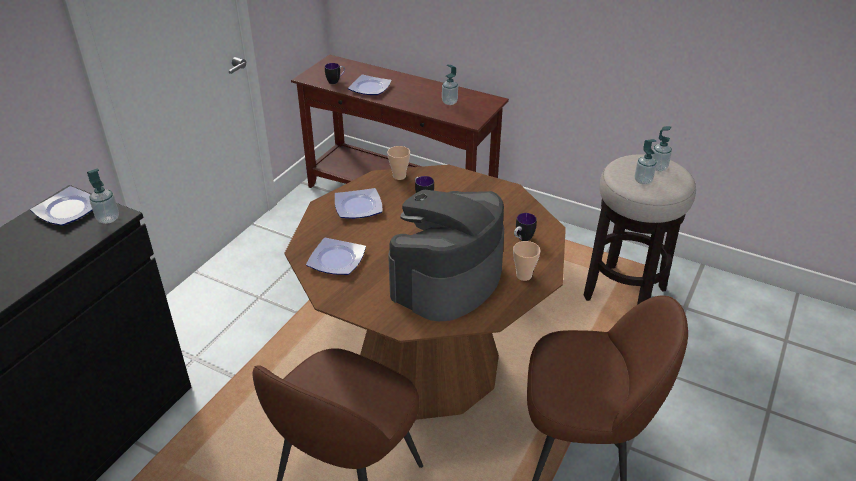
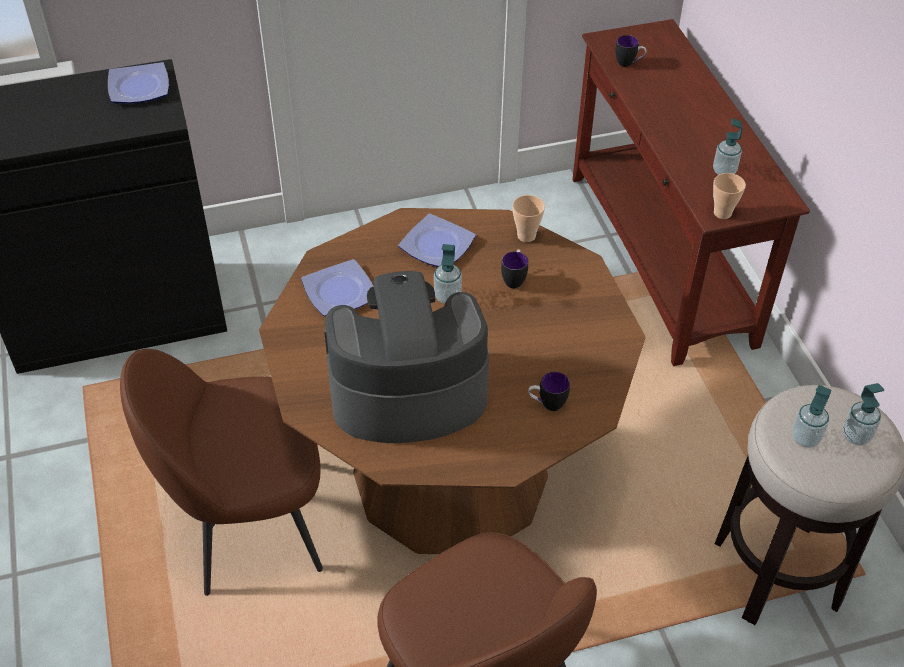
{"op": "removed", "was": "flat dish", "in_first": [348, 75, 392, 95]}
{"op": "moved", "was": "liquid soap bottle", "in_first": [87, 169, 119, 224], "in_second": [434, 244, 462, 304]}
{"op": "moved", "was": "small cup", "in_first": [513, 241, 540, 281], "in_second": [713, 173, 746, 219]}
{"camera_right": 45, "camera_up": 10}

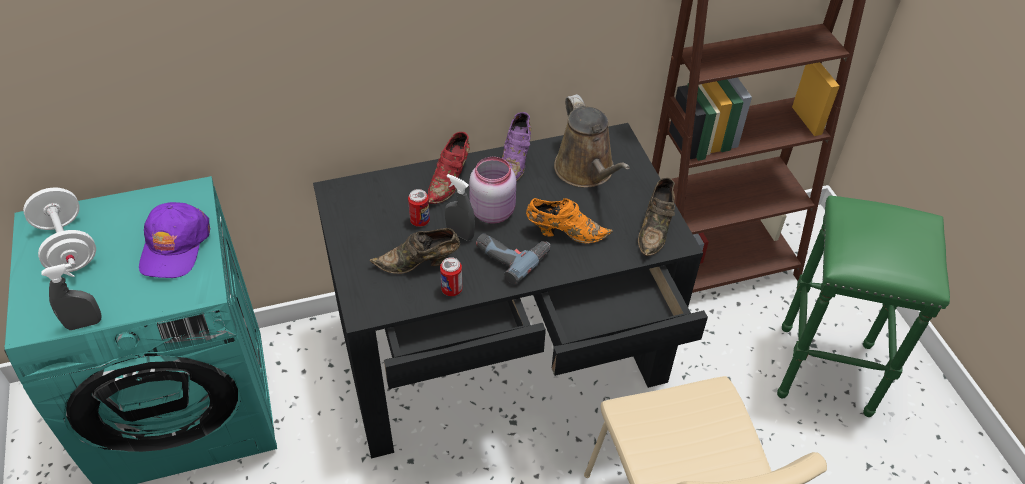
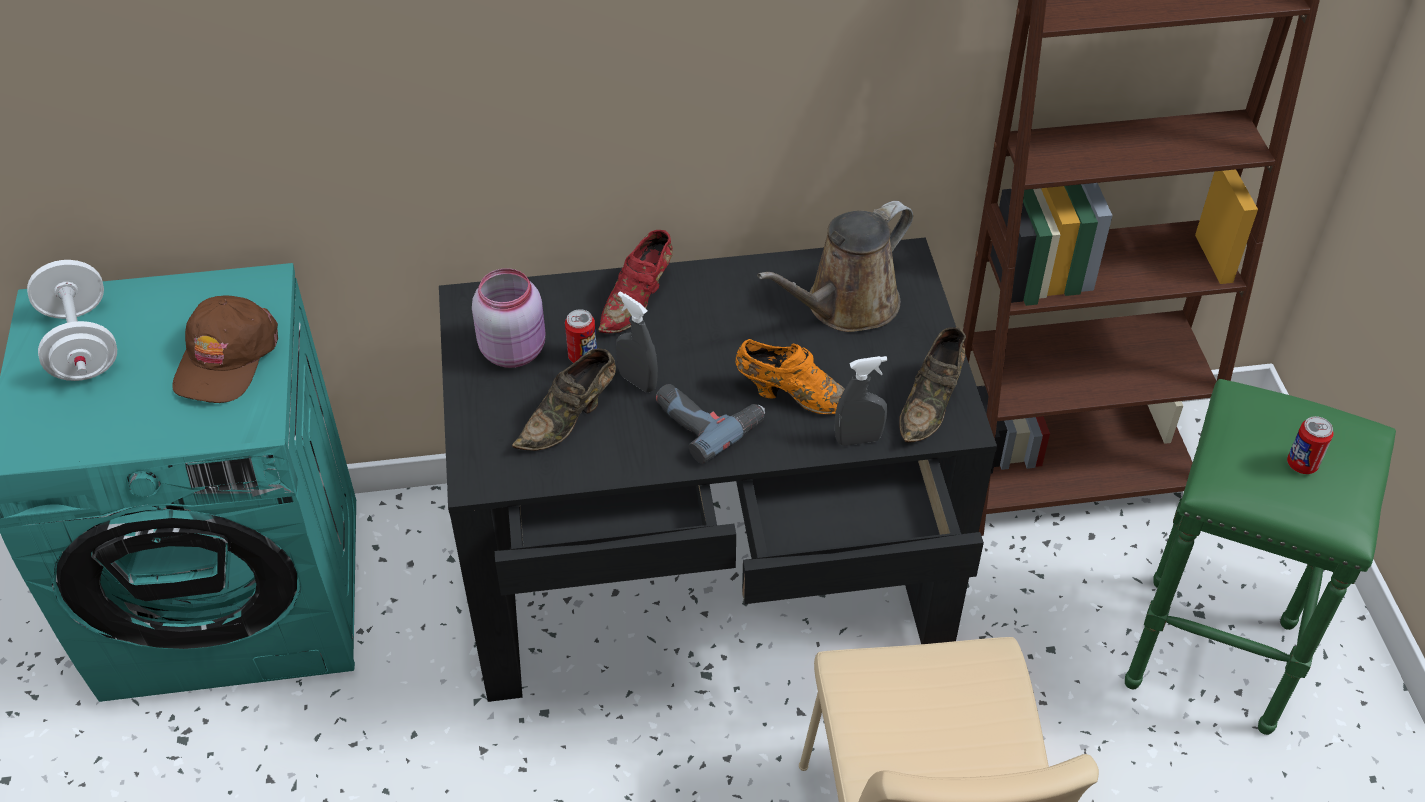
{"op": "removed", "was": "purple-coloured item of footwear", "in_first": [502, 112, 531, 182]}
{"op": "moved", "was": "grey spray bottle", "in_first": [41, 263, 102, 330], "in_second": [835, 356, 887, 446]}
{"op": "moved", "was": "metal can", "in_first": [440, 257, 462, 296], "in_second": [1287, 416, 1334, 474]}
{"op": "moved", "was": "pinkish preserve jar", "in_first": [469, 157, 516, 224], "in_second": [472, 268, 545, 368]}
{"op": "recoloured", "was": "purple-coloured cap", "now": "brown cap", "in_first": [139, 202, 210, 278], "in_second": [173, 296, 279, 403]}
{"op": "turned", "was": "brown item of footwear", "in_first": [370, 228, 460, 274], "in_second": [512, 348, 616, 451], "clockwise": -45}
{"op": "turned", "was": "brown watering pot", "in_first": [554, 94, 630, 188], "in_second": [757, 201, 913, 332], "clockwise": 60}
{"camera_right": 10, "camera_up": 0}

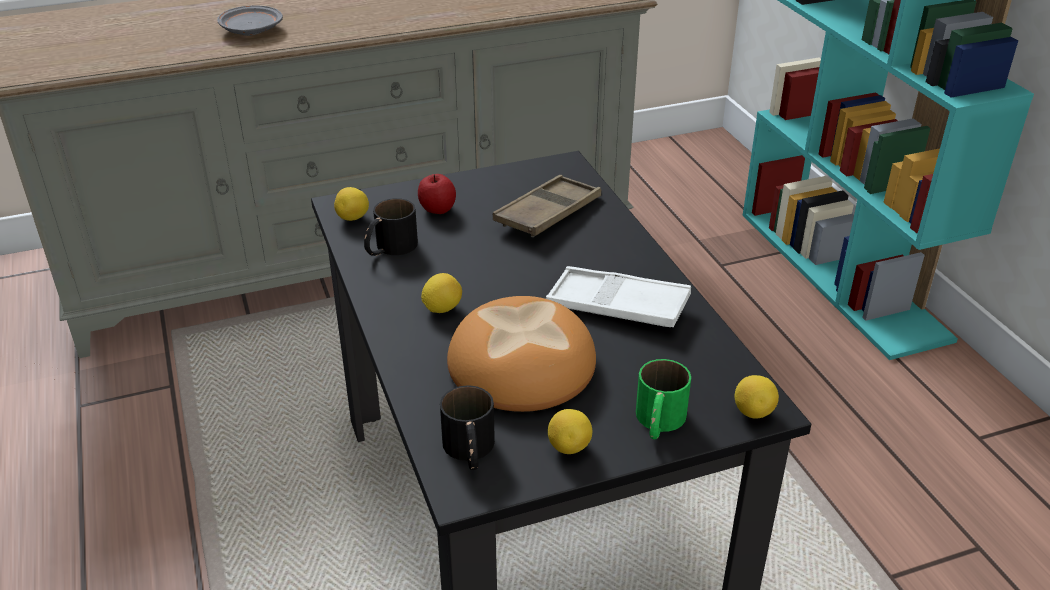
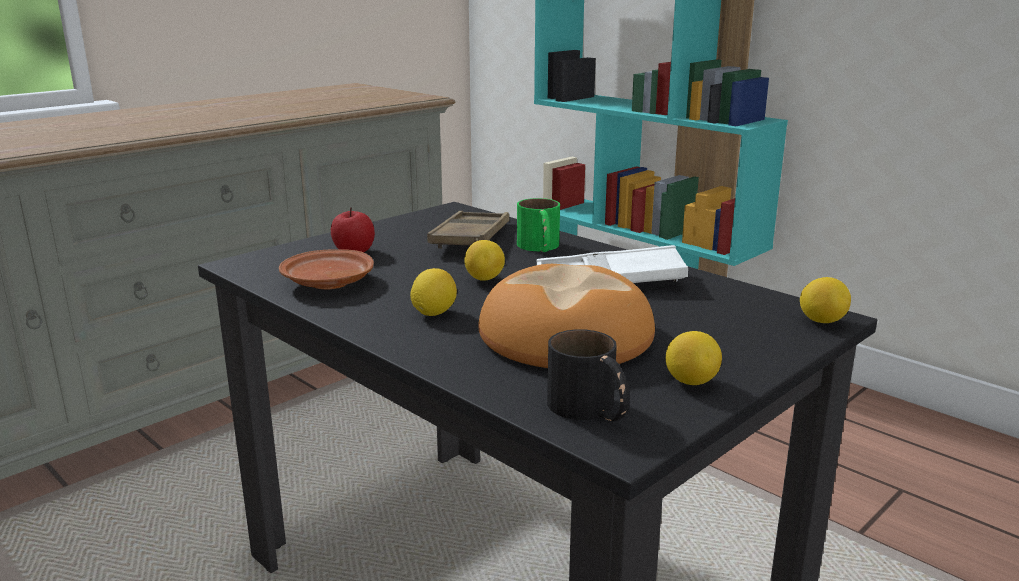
{"op": "removed", "was": "grey flat dish", "in_first": [217, 6, 283, 36]}
{"op": "moved", "was": "lemon", "in_first": [334, 187, 369, 221], "in_second": [464, 240, 505, 281]}
{"op": "moved", "was": "green-coloured mug", "in_first": [636, 359, 691, 439], "in_second": [517, 198, 560, 252]}
{"op": "replaced", "was": "black mug", "now": "brown flat dish", "in_first": [364, 198, 418, 256], "in_second": [279, 249, 374, 290]}
{"camera_right": -25, "camera_up": -15}

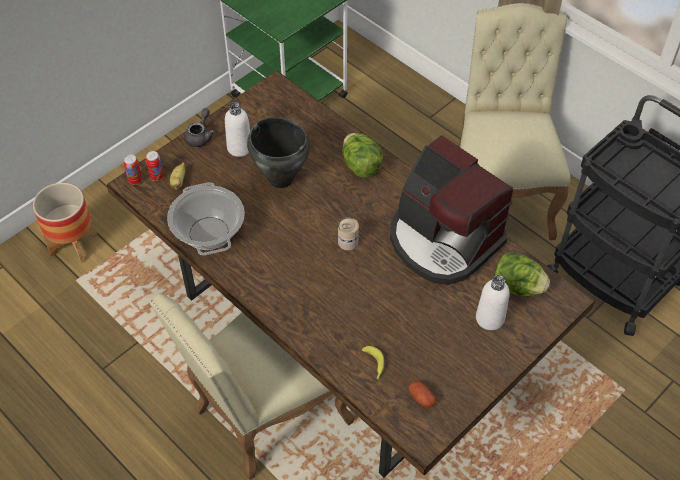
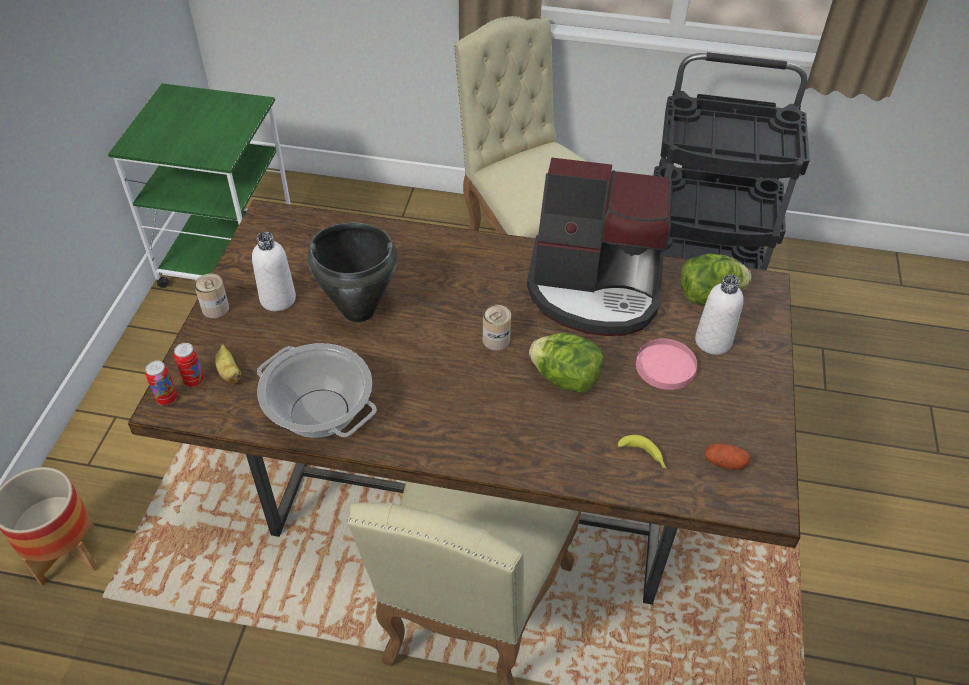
{"op": "added", "now": "pinkish flat dish", "in_second": [636, 338, 697, 390]}
{"op": "moved", "was": "lettuce head", "in_first": [342, 133, 383, 177], "in_second": [529, 333, 603, 393]}
{"op": "replaced", "was": "grey teapot", "now": "metal can", "in_first": [184, 108, 215, 147], "in_second": [194, 274, 229, 318]}
{"camera_right": -35, "camera_up": -5}

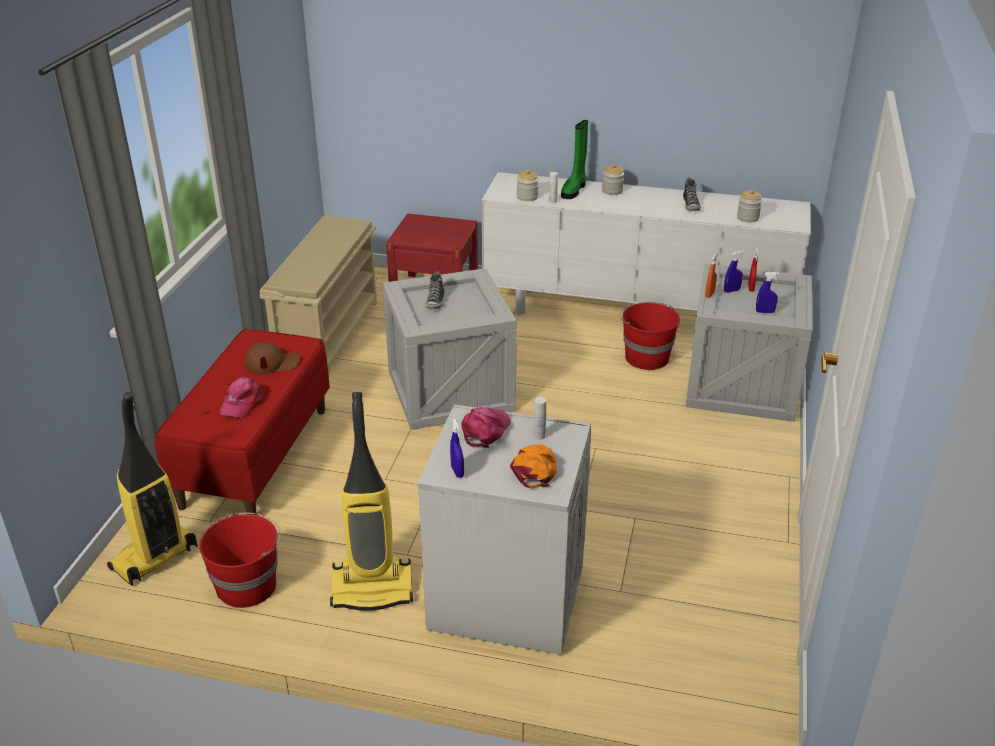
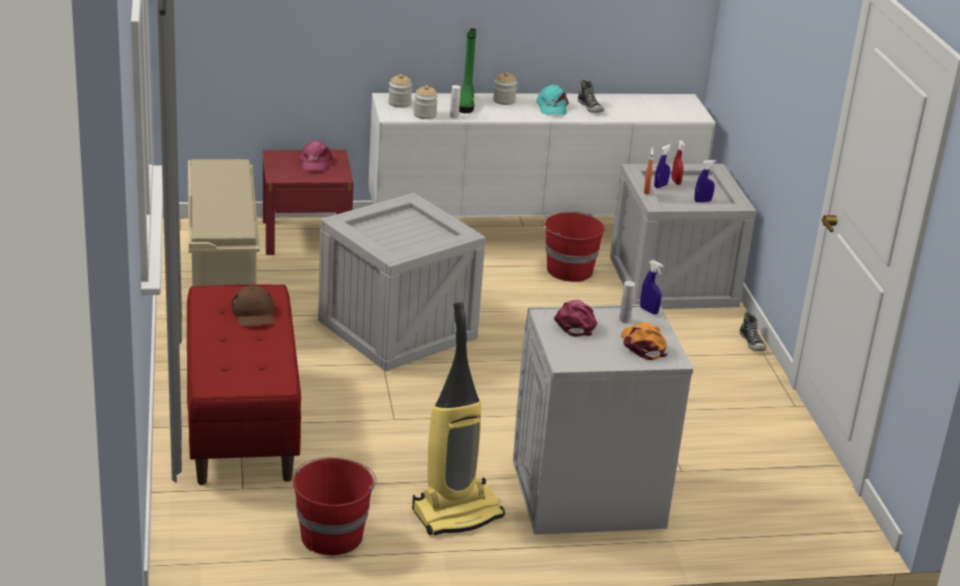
{"op": "removed", "was": "vacuum cleaner", "in_first": [107, 392, 198, 586]}
{"op": "added", "now": "turquoise-coloured cap", "in_second": [536, 85, 569, 115]}
{"op": "moved", "was": "pinkish cap", "in_first": [219, 377, 262, 417], "in_second": [300, 140, 333, 171]}
{"op": "moved", "was": "item of footwear", "in_first": [426, 271, 445, 309], "in_second": [740, 312, 766, 351]}
{"op": "moved", "was": "blue-coloured spray bottle", "in_first": [450, 419, 464, 478], "in_second": [640, 260, 663, 315]}
{"op": "moved", "was": "preserve jar", "in_first": [737, 190, 762, 222], "in_second": [388, 74, 412, 108]}
{"op": "turned", "was": "brown cap", "in_first": [245, 342, 300, 374], "in_second": [231, 285, 275, 326], "clockwise": 105}
{"camera_right": -25, "camera_up": -5}

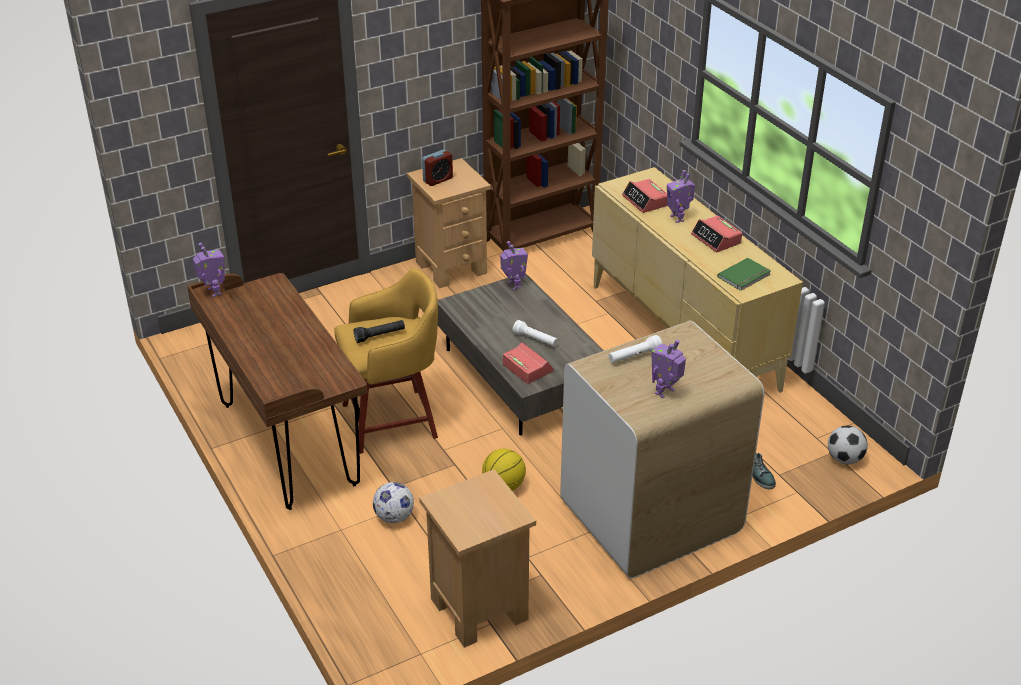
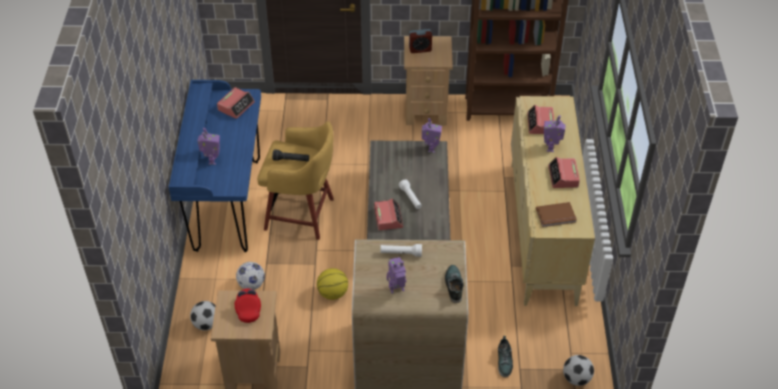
{"op": "added", "now": "football ball", "in_second": [190, 301, 216, 330]}
{"op": "added", "now": "bedside clock", "in_second": [217, 87, 255, 119]}
{"op": "added", "now": "reddish cap", "in_second": [235, 288, 261, 323]}
{"op": "added", "now": "item of footwear", "in_second": [445, 265, 463, 303]}
{"op": "moved", "was": "toy robot", "in_first": [193, 243, 225, 297], "in_second": [197, 128, 220, 165]}
{"op": "recoloured", "was": "brown desk table", "now": "blue-coloured desk table", "in_first": [187, 273, 367, 510], "in_second": [169, 80, 261, 252]}
{"op": "recoloured", "was": "green-coloured bound book", "now": "brown bound book", "in_first": [717, 258, 771, 291], "in_second": [536, 202, 577, 227]}
{"camera_right": 30, "camera_up": 10}

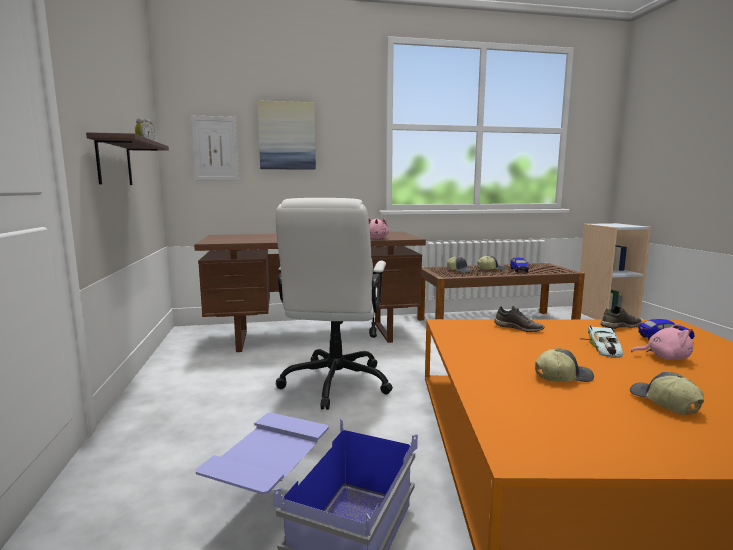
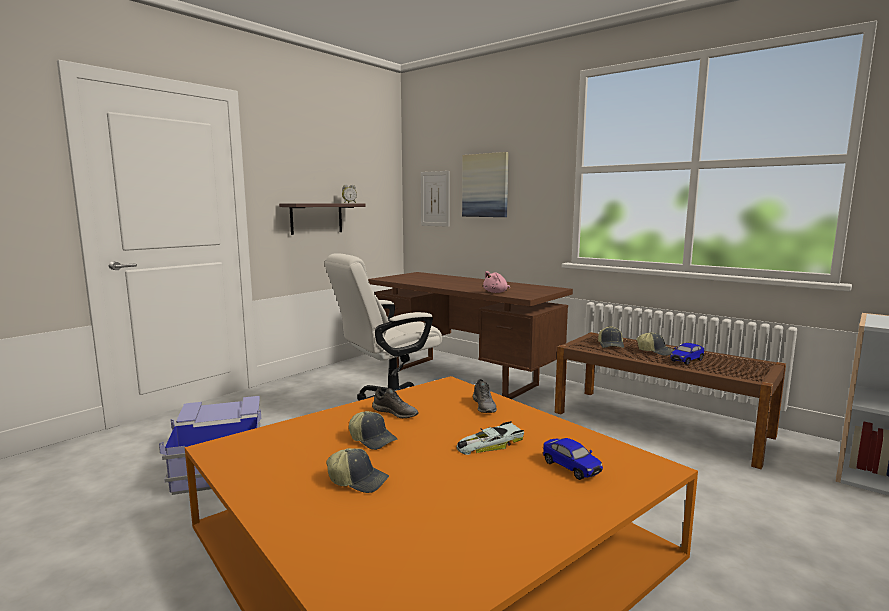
{"op": "removed", "was": "pinkish plush toy", "in_first": [631, 324, 693, 360]}
{"op": "moved", "was": "grey item of footwear", "in_first": [600, 306, 642, 329], "in_second": [372, 388, 419, 419]}
{"op": "turned", "was": "cap", "in_first": [630, 372, 704, 415], "in_second": [326, 448, 389, 493], "clockwise": 75}
{"camera_right": 50, "camera_up": 0}

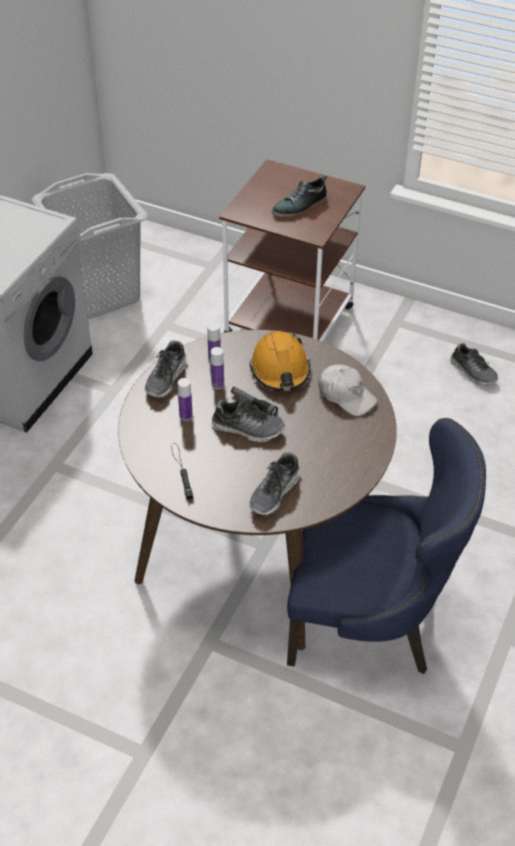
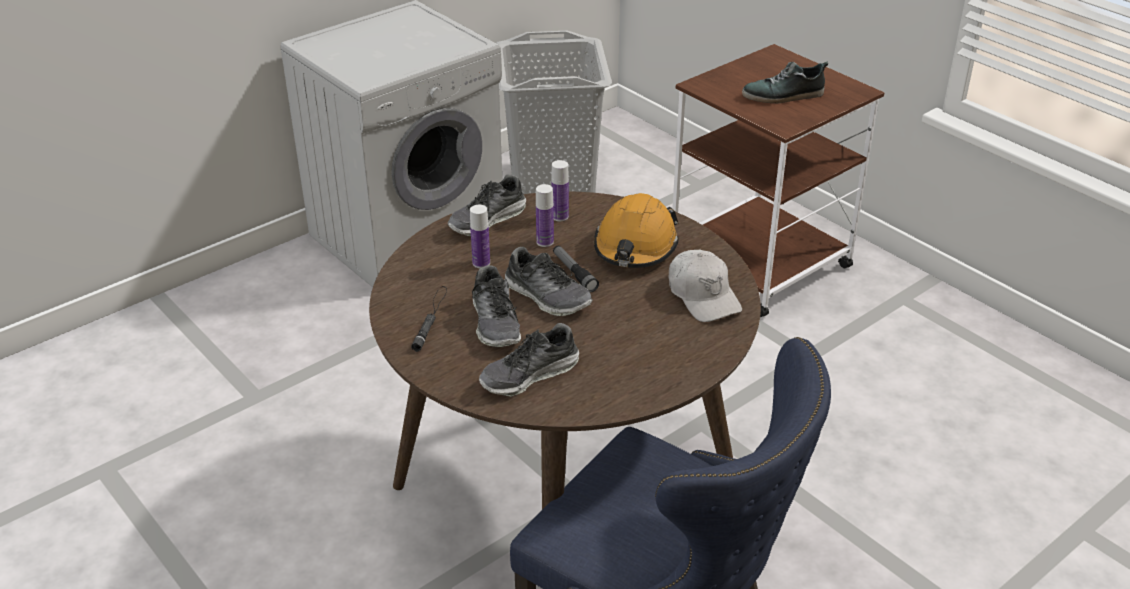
{"op": "moved", "was": "item of footwear", "in_first": [450, 343, 498, 385], "in_second": [472, 265, 521, 347]}
{"camera_right": 25, "camera_up": -10}

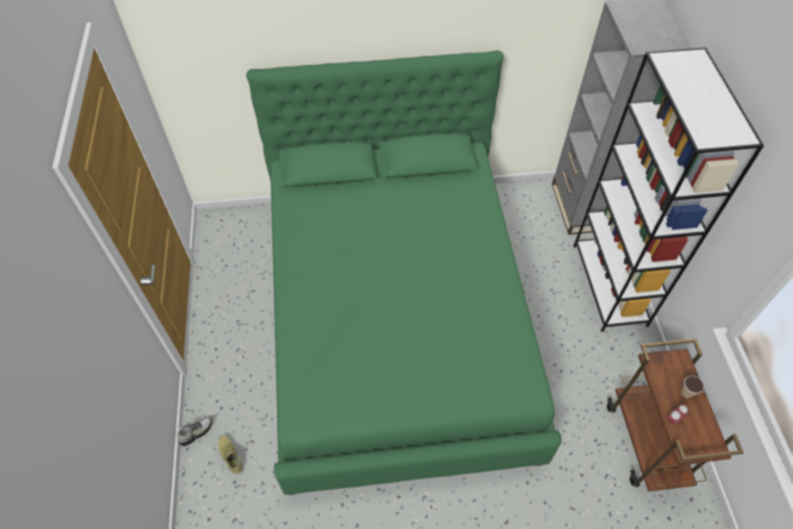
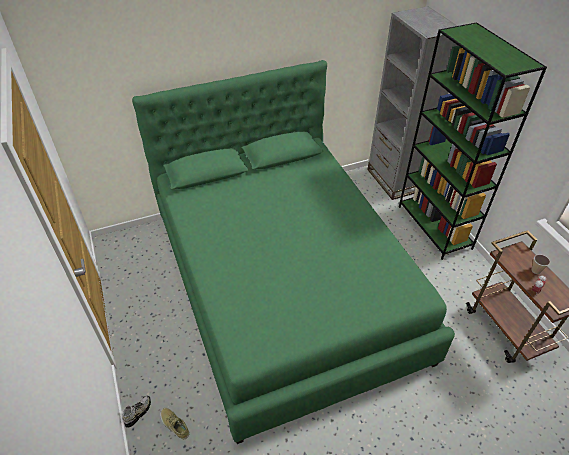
{"op": "recoloured", "was": "white-coloured shelving unit", "now": "green-coloured shelving unit", "in_first": [573, 47, 764, 332], "in_second": [399, 22, 547, 260]}
{"camera_right": -15, "camera_up": -10}

